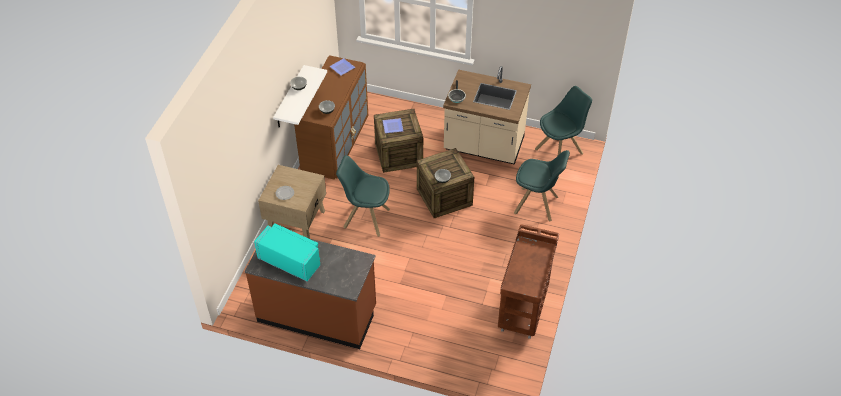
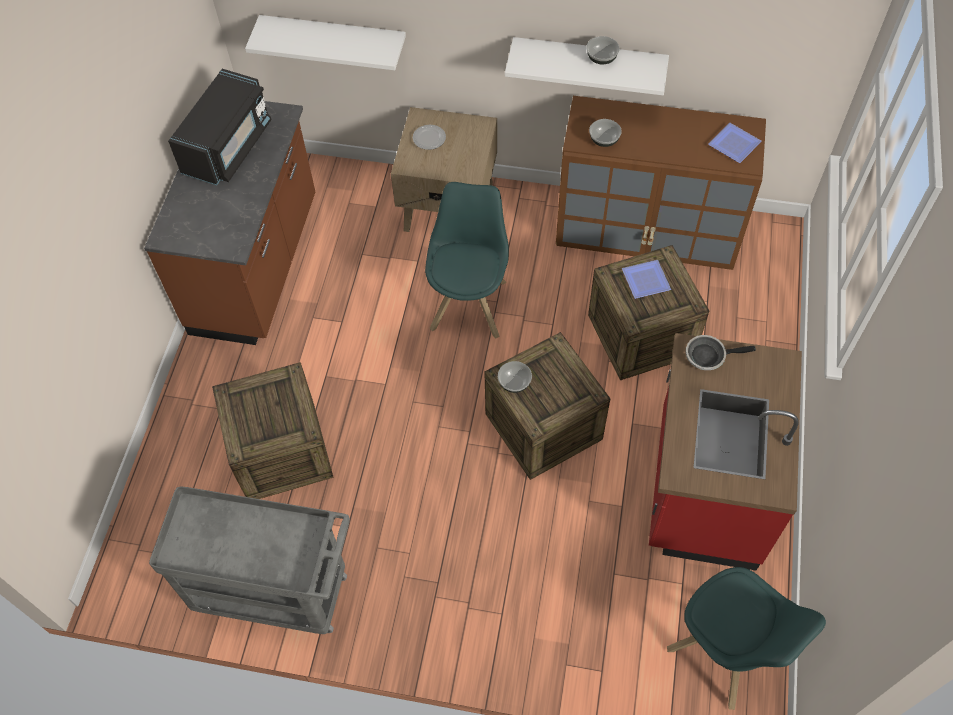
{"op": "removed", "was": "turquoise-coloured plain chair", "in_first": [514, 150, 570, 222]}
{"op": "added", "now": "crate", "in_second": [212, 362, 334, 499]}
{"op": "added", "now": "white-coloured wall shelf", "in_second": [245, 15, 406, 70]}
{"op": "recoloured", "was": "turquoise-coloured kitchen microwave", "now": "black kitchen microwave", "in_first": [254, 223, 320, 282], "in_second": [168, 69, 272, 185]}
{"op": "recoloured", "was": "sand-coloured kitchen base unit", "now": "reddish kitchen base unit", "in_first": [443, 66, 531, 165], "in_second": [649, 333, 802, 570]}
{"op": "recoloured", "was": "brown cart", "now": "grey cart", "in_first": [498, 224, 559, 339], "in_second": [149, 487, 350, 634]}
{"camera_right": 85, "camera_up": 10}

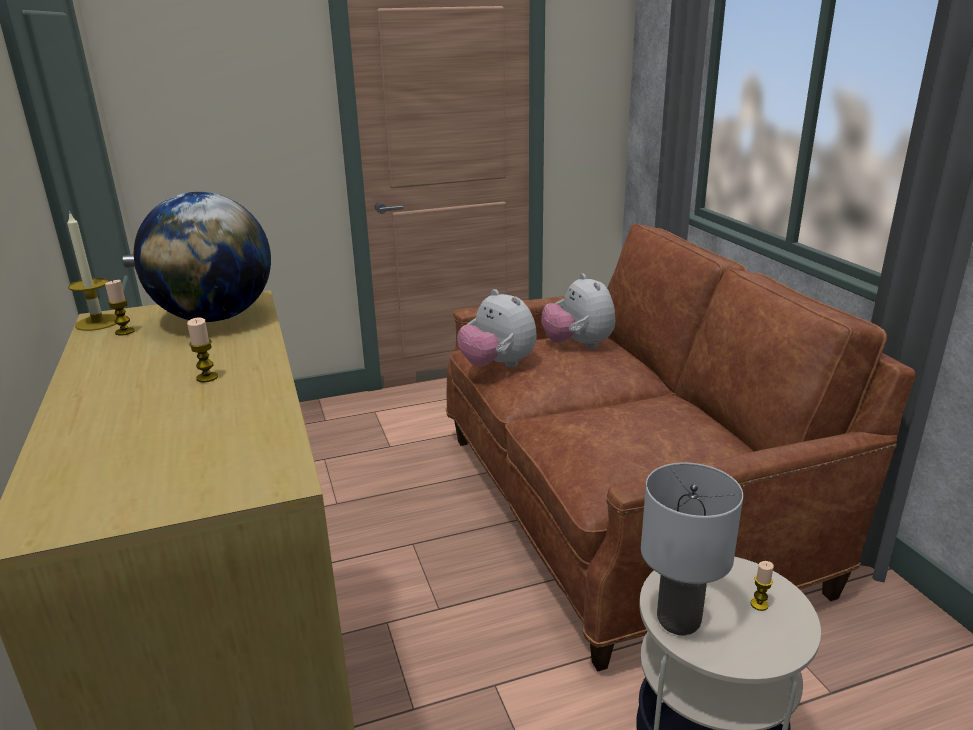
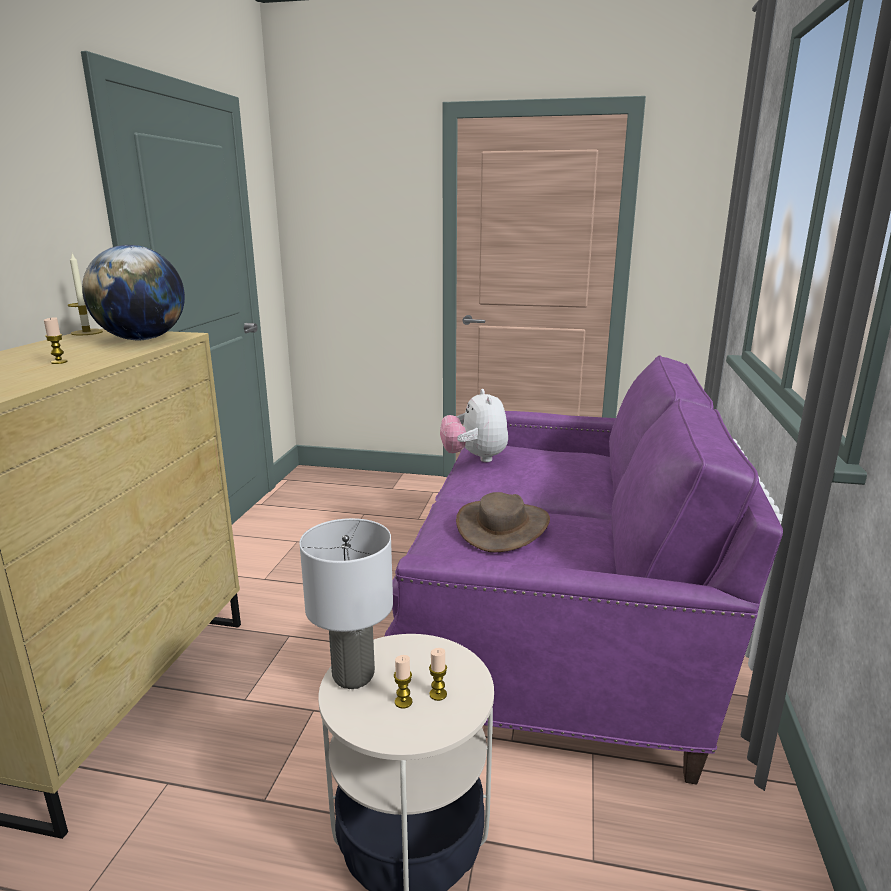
{"op": "removed", "was": "plush toy", "in_first": [541, 273, 615, 349]}
{"op": "added", "now": "brown clothing hat", "in_second": [456, 492, 550, 553]}
{"op": "moved", "was": "wax light", "in_first": [105, 280, 135, 336], "in_second": [394, 655, 412, 709]}
{"op": "recoloured", "was": "brown couch", "now": "purple-coloured couch", "in_first": [446, 224, 916, 671], "in_second": [384, 355, 783, 785]}
{"camera_right": 30, "camera_up": -5}

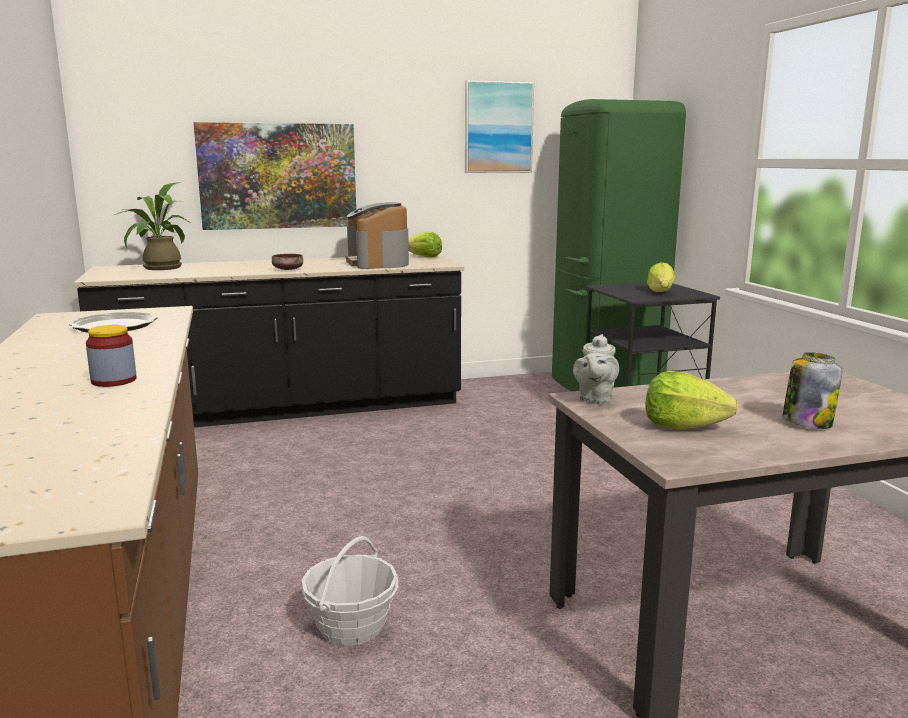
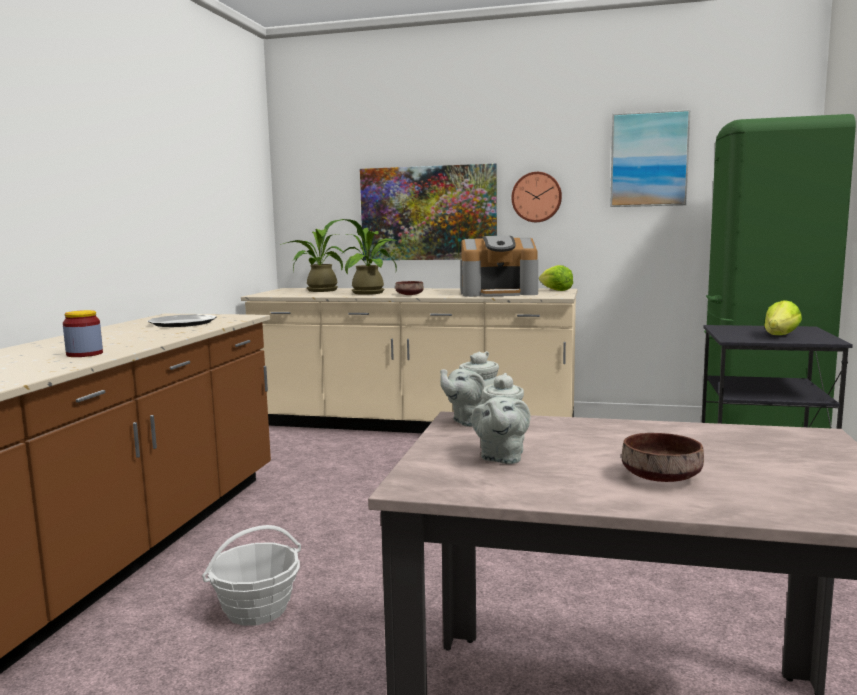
{"op": "added", "now": "plant in a pot", "in_second": [341, 219, 402, 295]}
{"op": "added", "now": "hanging clock", "in_second": [511, 172, 562, 222]}
{"op": "replaced", "was": "lettuce head", "now": "grey teapot", "in_first": [645, 371, 738, 430], "in_second": [471, 373, 531, 464]}
{"op": "replaced", "was": "preserve jar", "now": "brown serving bowl", "in_first": [782, 352, 843, 429], "in_second": [622, 433, 704, 482]}
{"op": "recoloured", "was": "black kitchen base unit", "now": "sand-coloured kitchen base unit", "in_first": [74, 255, 464, 428], "in_second": [241, 288, 577, 433]}
{"op": "turned", "was": "coffee brewer", "in_first": [346, 202, 409, 269], "in_second": [461, 236, 538, 297], "clockwise": -105}
{"camera_right": 30, "camera_up": -5}

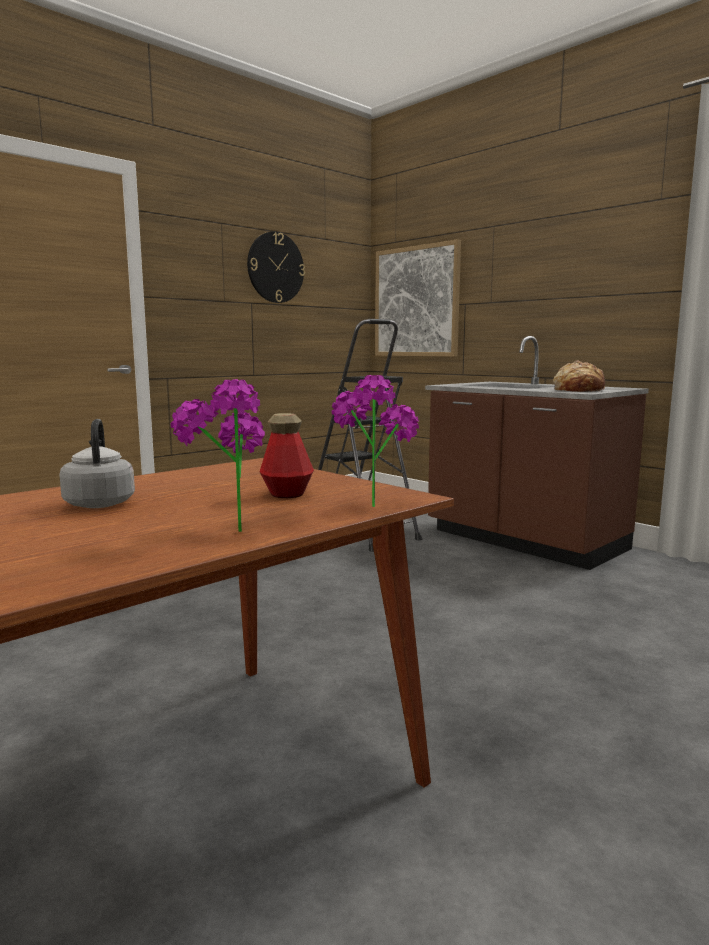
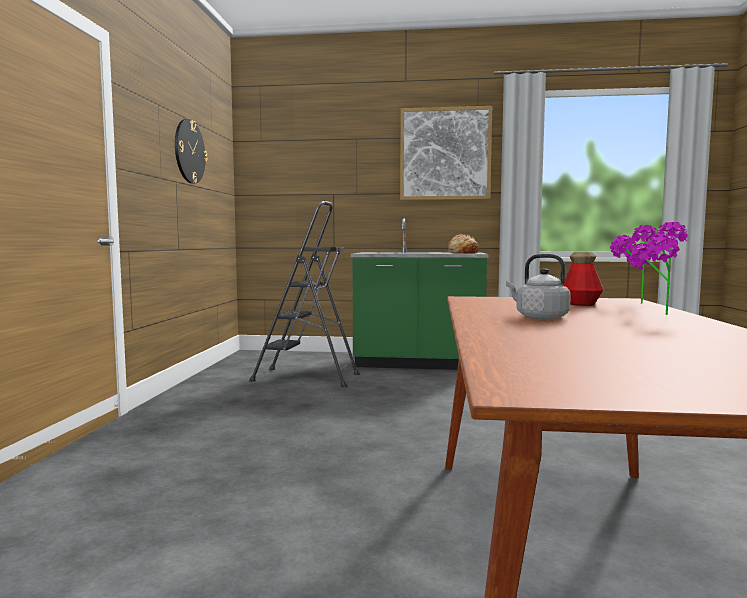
{"op": "moved", "was": "wall picture", "in_first": [375, 239, 461, 357], "in_second": [400, 106, 492, 200]}
{"op": "recoloured", "was": "brown kitchen base unit", "now": "green-coloured kitchen base unit", "in_first": [425, 336, 649, 570], "in_second": [351, 218, 489, 370]}
{"camera_right": -40, "camera_up": -5}

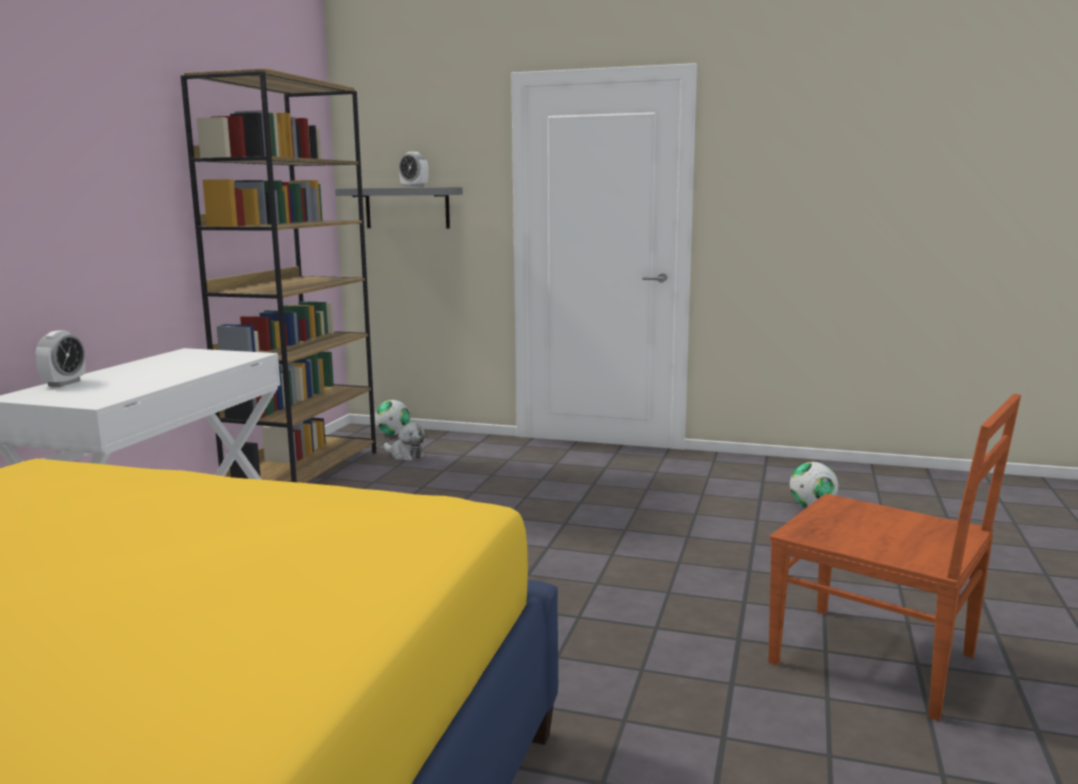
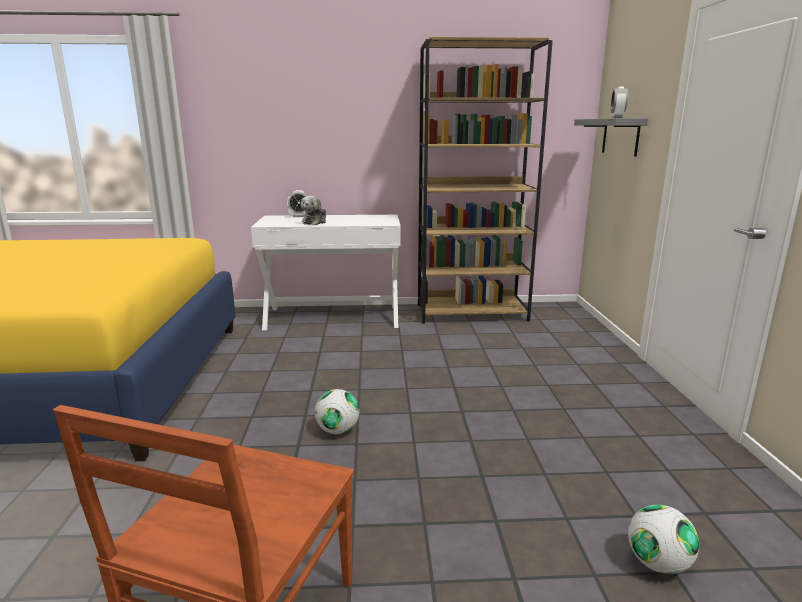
{"op": "moved", "was": "football ball", "in_first": [375, 400, 411, 435], "in_second": [315, 389, 359, 434]}
{"op": "moved", "was": "plush toy", "in_first": [384, 423, 425, 461], "in_second": [301, 196, 326, 225]}
{"camera_right": 70, "camera_up": 5}

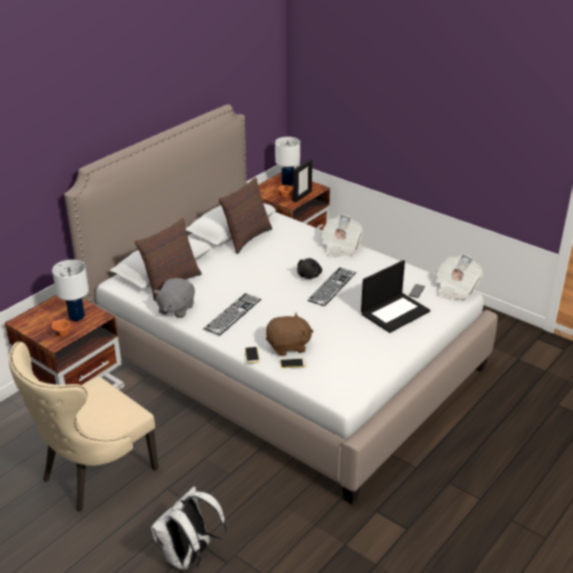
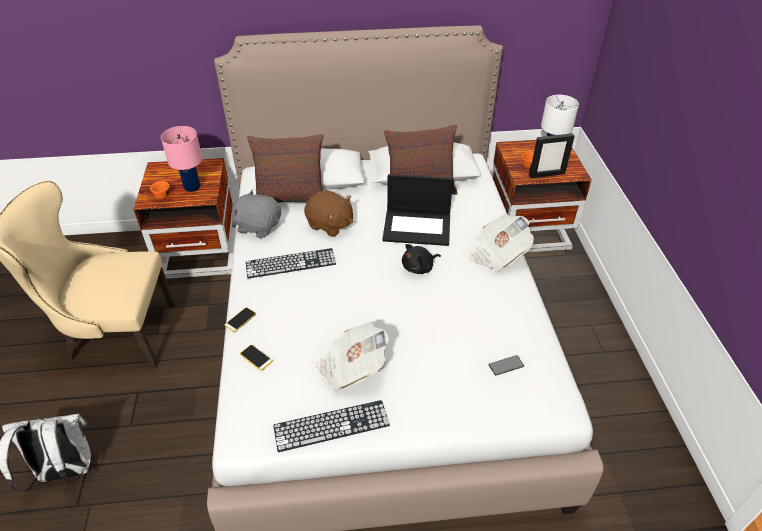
{"op": "moved", "was": "brown plush toy", "in_first": [266, 313, 313, 356], "in_second": [304, 190, 353, 237]}
{"op": "moved", "was": "PC keyboard", "in_first": [307, 267, 356, 306], "in_second": [273, 400, 390, 452]}
{"op": "moved", "was": "notebook computer", "in_first": [361, 260, 430, 333], "in_second": [382, 174, 453, 246]}
{"op": "moved", "was": "newspaper", "in_first": [436, 254, 483, 299], "in_second": [316, 322, 389, 392]}
{"op": "recoloured", "was": "white-coloured lamp for a table", "now": "pinkish lamp for a table", "in_first": [52, 260, 89, 321], "in_second": [161, 126, 202, 192]}
{"op": "turned", "was": "grey plush toy", "in_first": [153, 278, 195, 318], "in_second": [231, 190, 281, 238], "clockwise": 45}
{"camera_right": 45, "camera_up": 10}

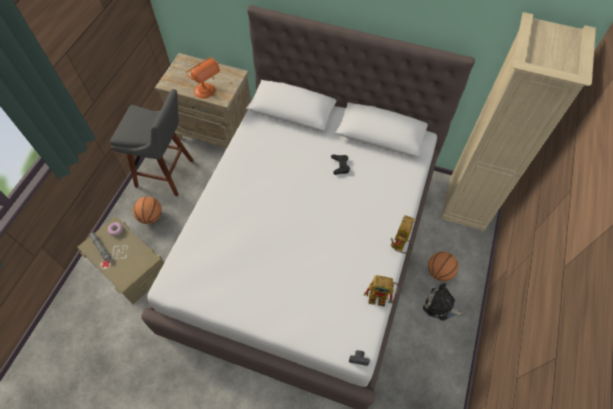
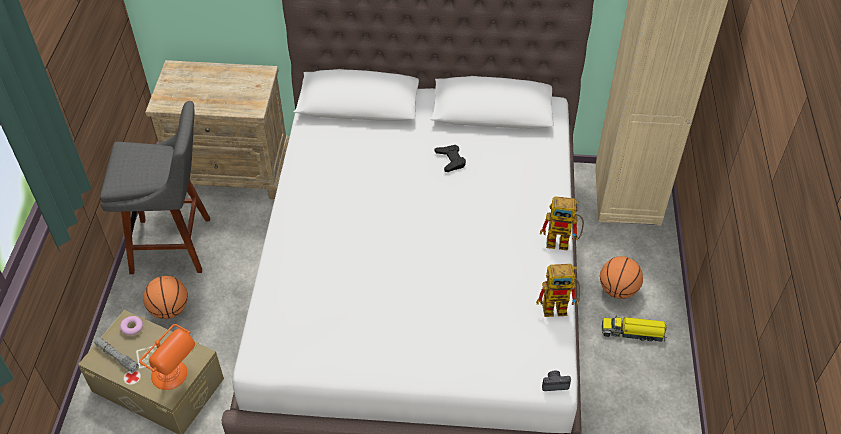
{"op": "moved", "was": "orange lamp for a table", "in_first": [185, 57, 220, 99], "in_second": [139, 324, 195, 390]}
{"op": "replaced", "was": "plush toy", "now": "toy lorry", "in_first": [423, 283, 463, 321], "in_second": [602, 315, 667, 342]}
{"op": "turned", "was": "toy robot", "in_first": [391, 215, 415, 253], "in_second": [540, 196, 584, 251], "clockwise": -90}
{"camera_right": -15, "camera_up": -10}

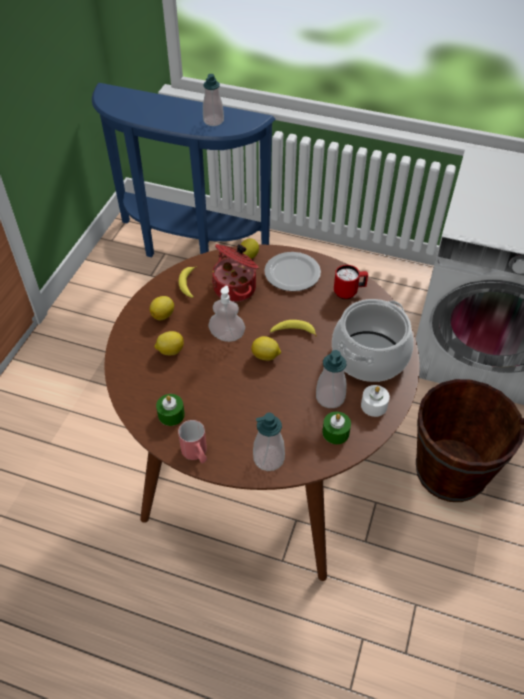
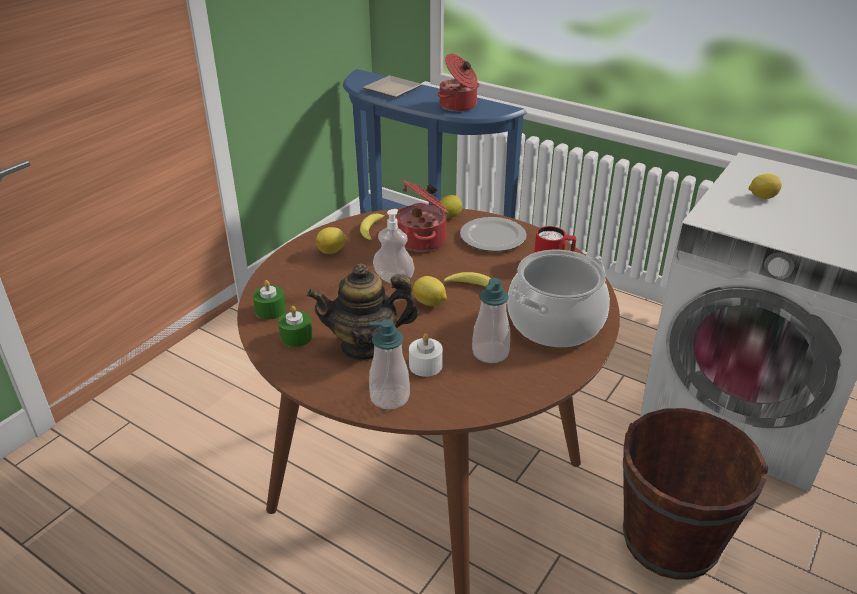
{"op": "removed", "was": "reddish mug", "in_first": [178, 420, 207, 463]}
{"op": "added", "now": "teapot", "in_second": [307, 263, 419, 361]}
{"op": "added", "now": "flat dish", "in_second": [363, 76, 422, 97]}
{"op": "moved", "was": "lemon", "in_first": [154, 331, 184, 355], "in_second": [749, 174, 781, 199]}
{"op": "moved", "was": "green-coloured wax light", "in_first": [322, 412, 351, 444], "in_second": [253, 280, 286, 320]}
{"op": "moved", "was": "white-coloured wax light", "in_first": [361, 385, 390, 417], "in_second": [409, 334, 443, 377]}
{"op": "replaced", "was": "liquid soap bottle", "now": "saucepot", "in_first": [203, 74, 224, 126], "in_second": [437, 54, 480, 112]}
{"camera_right": 15, "camera_up": -15}

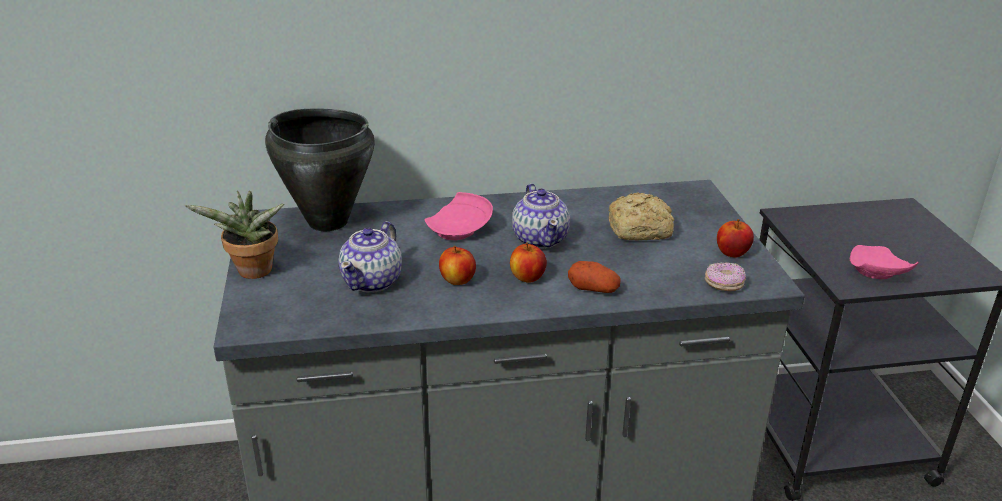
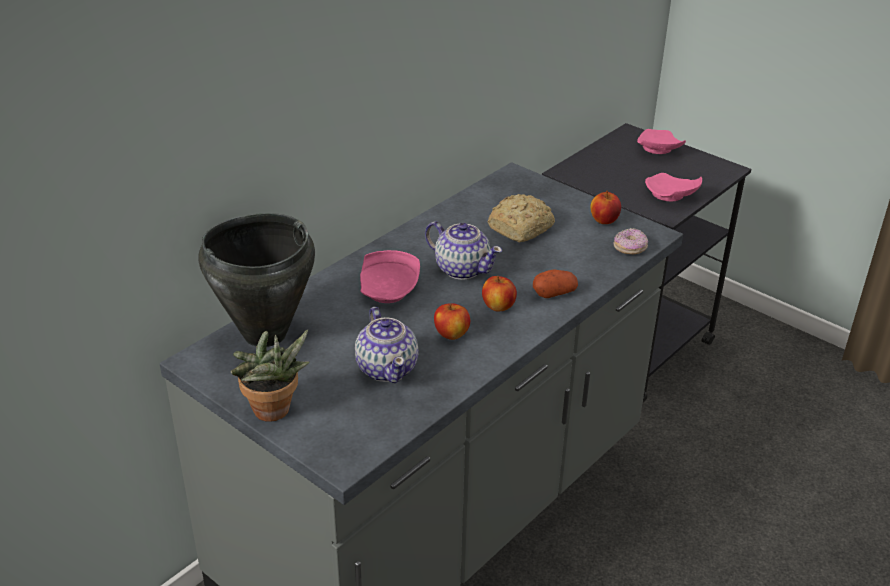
{"op": "added", "now": "pinkish flat dish", "in_second": [637, 129, 686, 154]}
{"camera_right": -40, "camera_up": 5}

